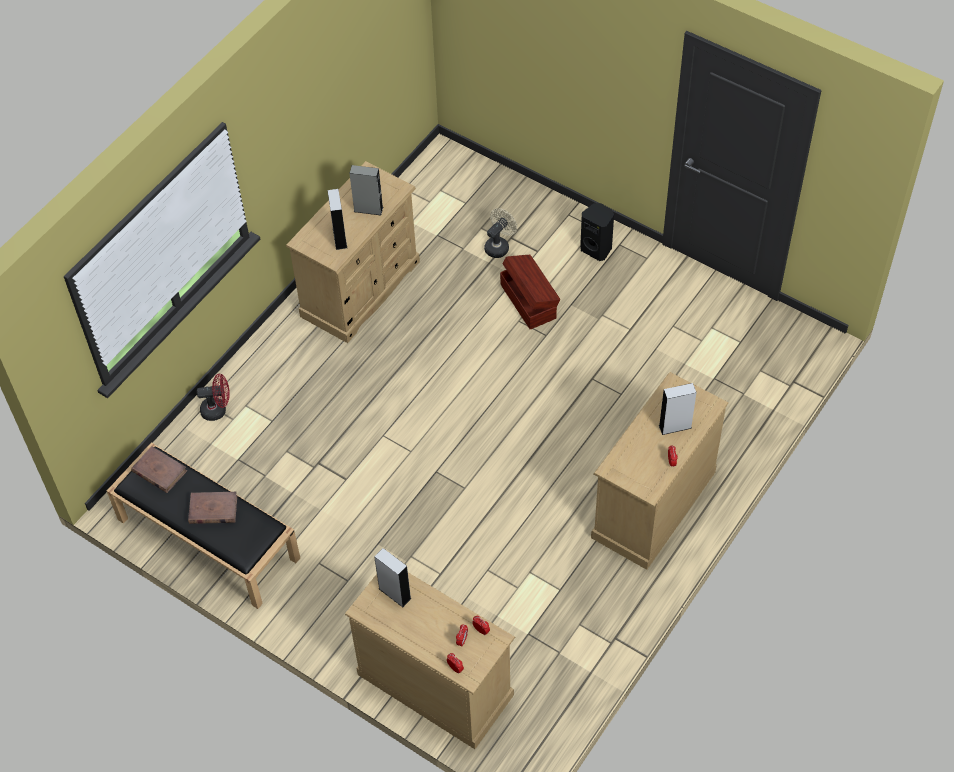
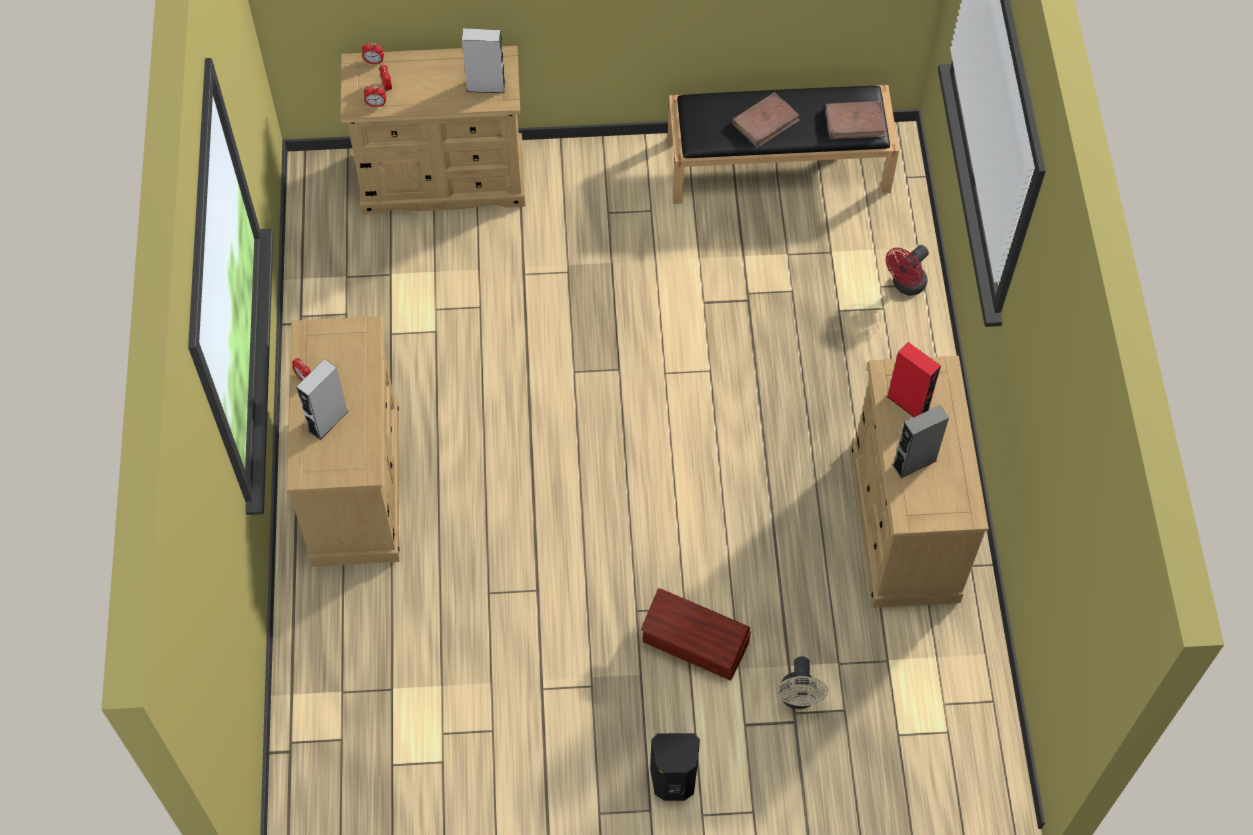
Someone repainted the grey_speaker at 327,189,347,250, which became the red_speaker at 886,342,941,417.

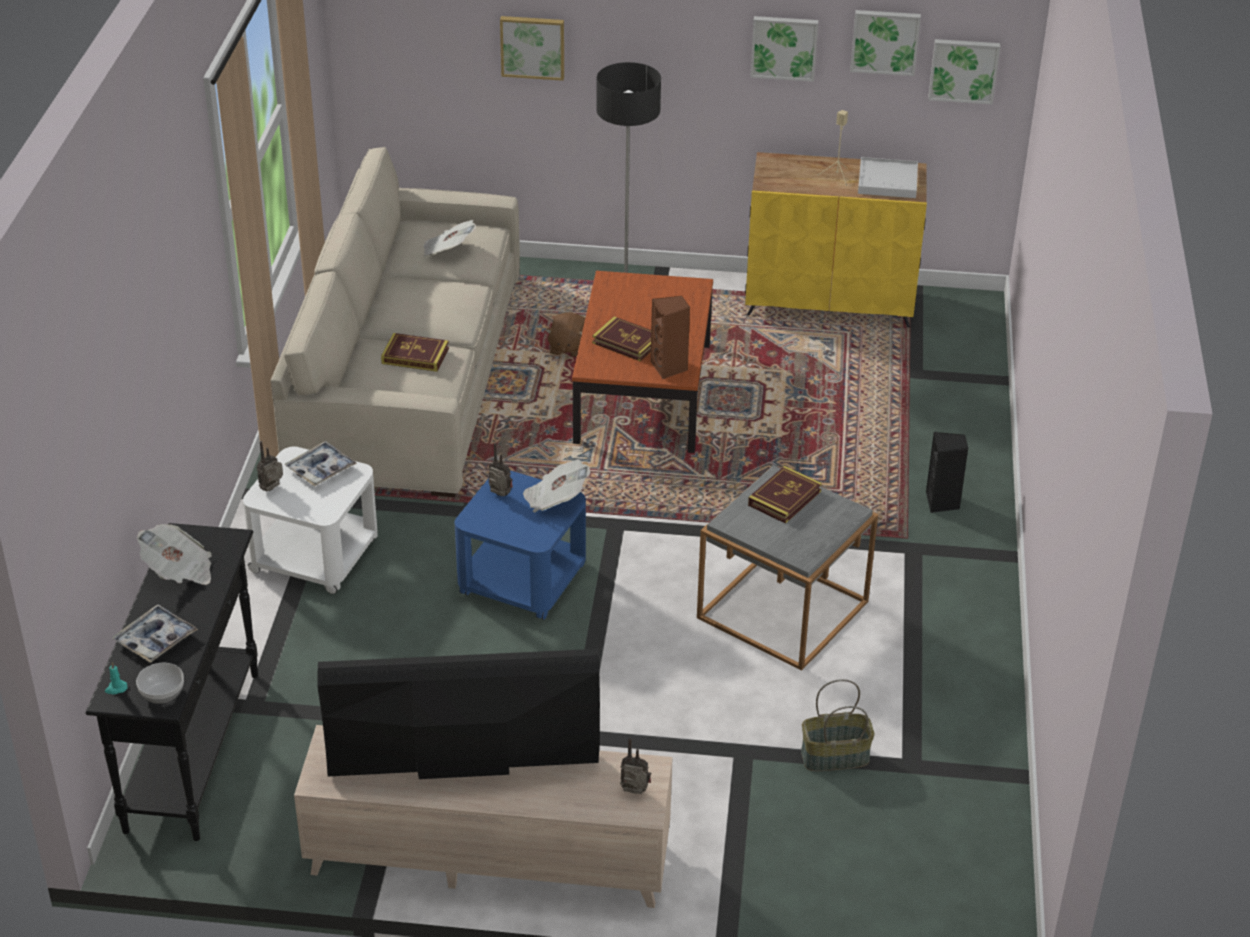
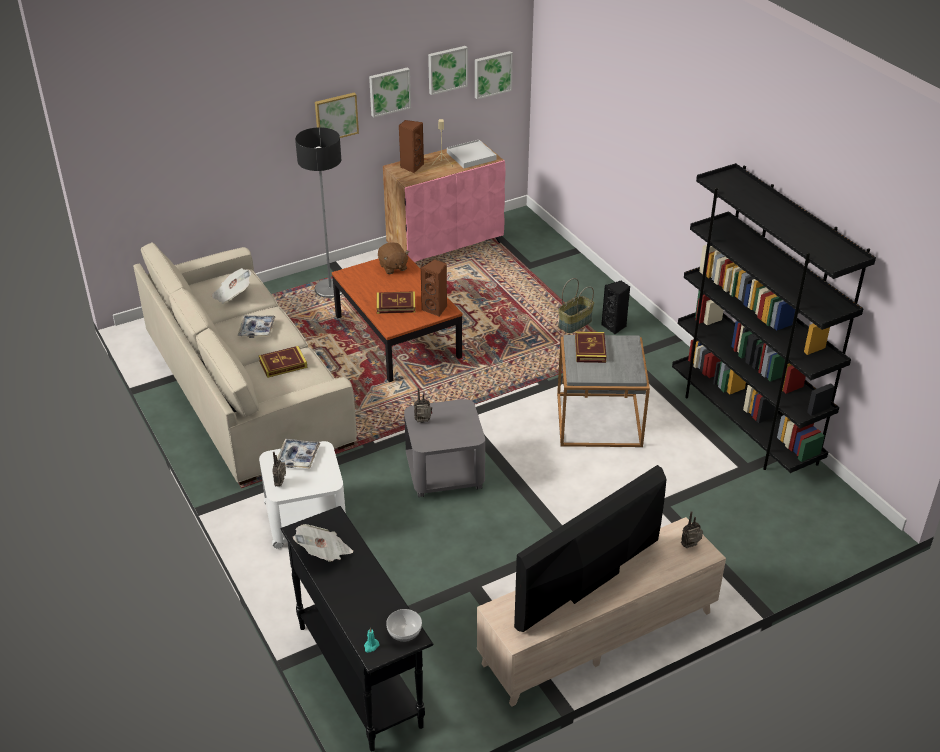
Someone carried the tray from 112,605,198,663 to 238,315,276,338. Someone repainted the blue_side_table at 454,471,586,620, which became the grey_side_table at 404,399,485,497. Someone carried the picture from 500,16,564,81 to 315,93,359,138. Someone took away the newspaper at 523,460,590,513. Someone carried the brown_plush_toy from 545,312,585,357 to 378,242,409,274. Someone repainted the yellow_cabinet at 745,152,927,327, which became the pink_cabinet at 383,140,505,262. Someone carried the basket from 801,679,875,771 to 558,278,594,333. Someone put down the brown_speaker at 399,120,424,173. Someone put down the black_bookcase at 672,163,876,473.

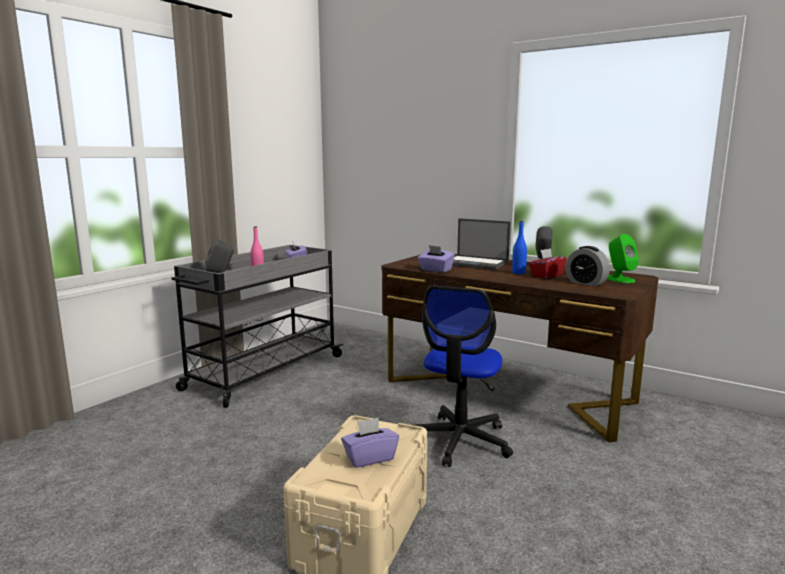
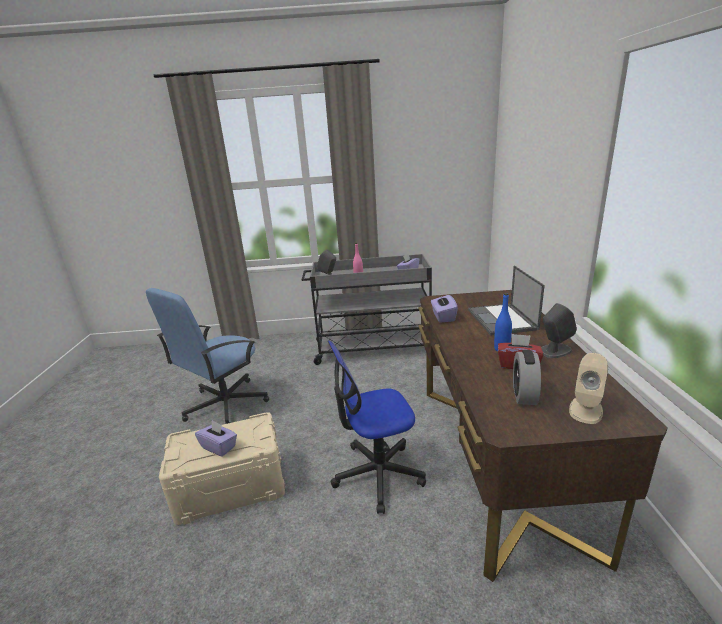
Someone repainted the green_speaker at 607,234,639,283, which became the beige_speaker at 569,353,608,424. Someone put down the blue_office_chair at 146,288,269,424.

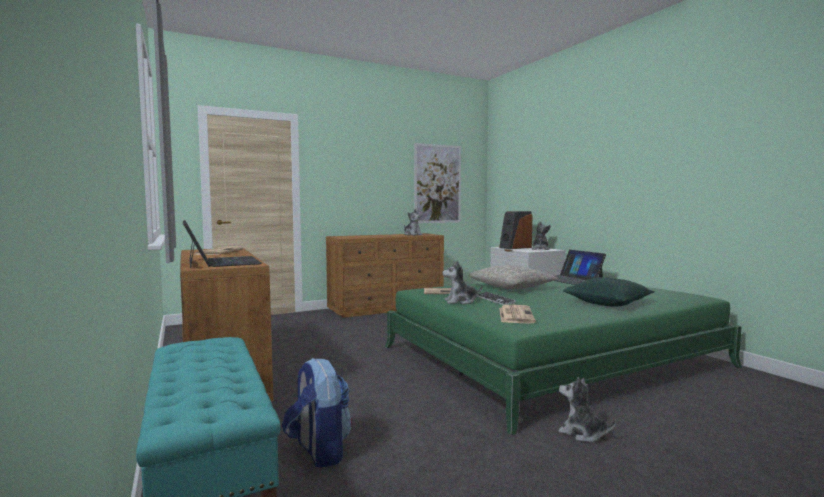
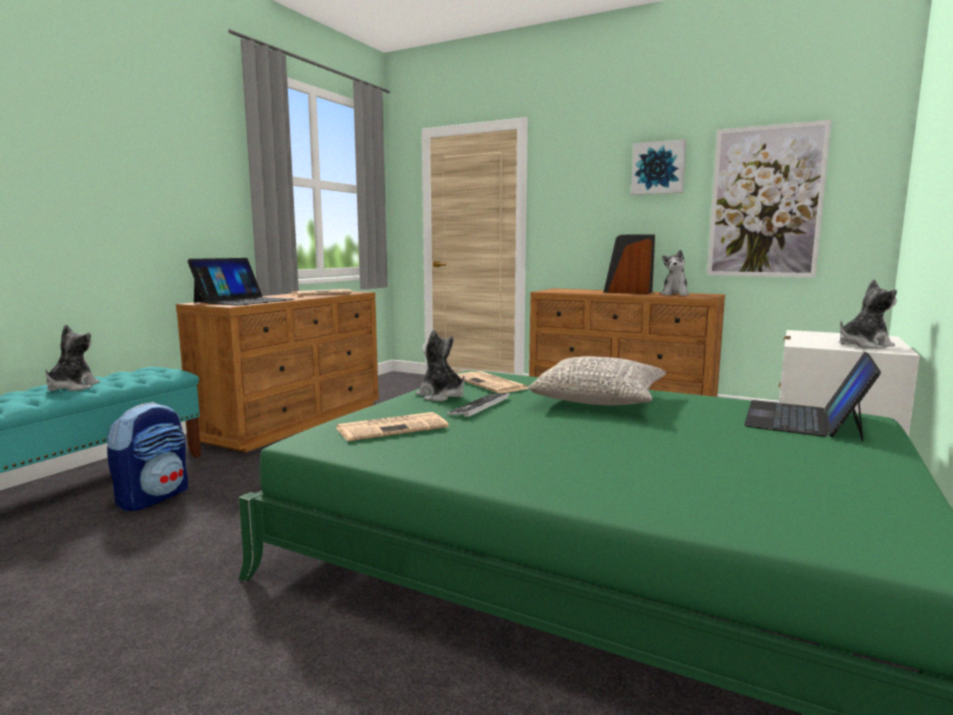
Someone carried the speaker from 499,211,532,249 to 603,234,655,294. Someone carried the plush_toy from 559,377,616,442 to 45,325,100,391. Someone took away the green_pillow at 563,277,655,306. Someone put up the picture at 631,139,686,195.

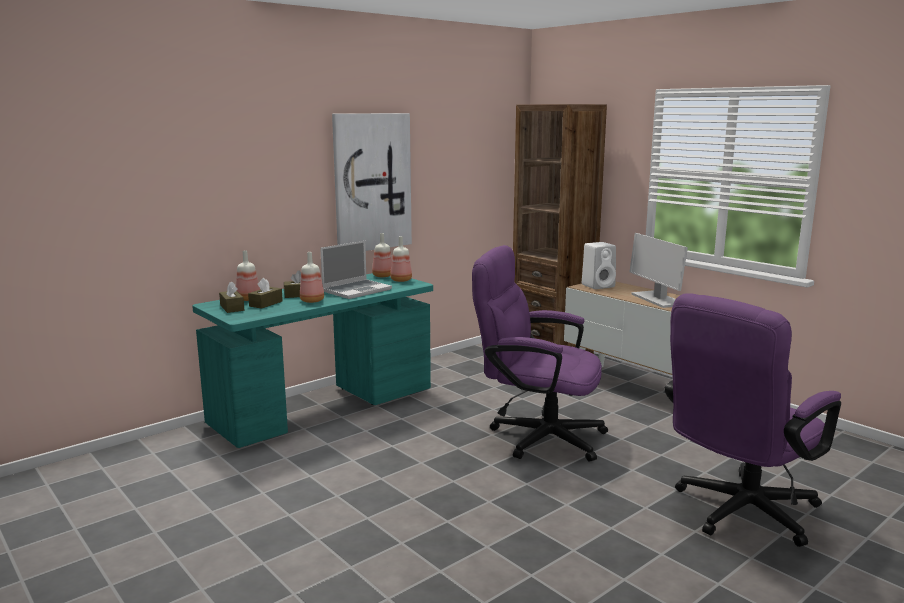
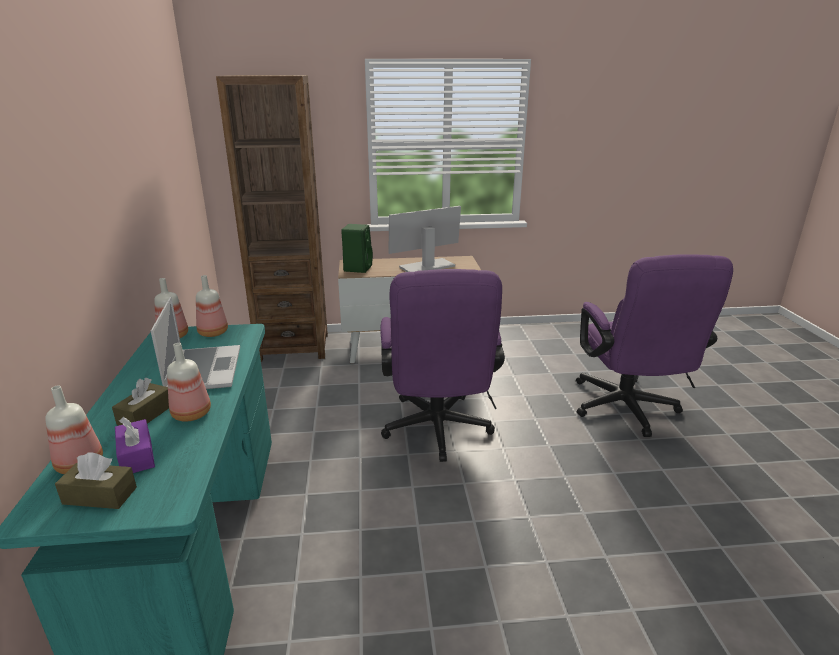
Someone repainted the brown_tissue_box at 248,278,283,309, which became the purple_tissue_box at 115,417,155,473. Someone took away the picture at 332,113,412,251. Someone rotated the purple_office_chair at 472,245,608,462 by 60 degrees counterclockwise. Someone repainted the white_speaker at 582,242,616,289, which became the green_speaker at 341,224,373,273. Someone rotated the monitor at 629,233,688,308 by 135 degrees clockwise.

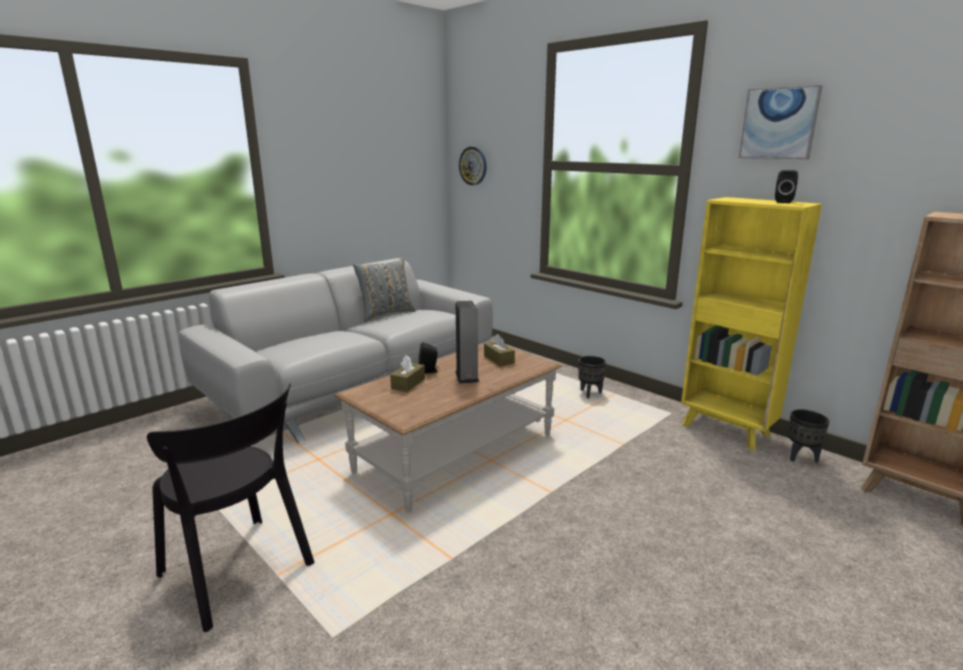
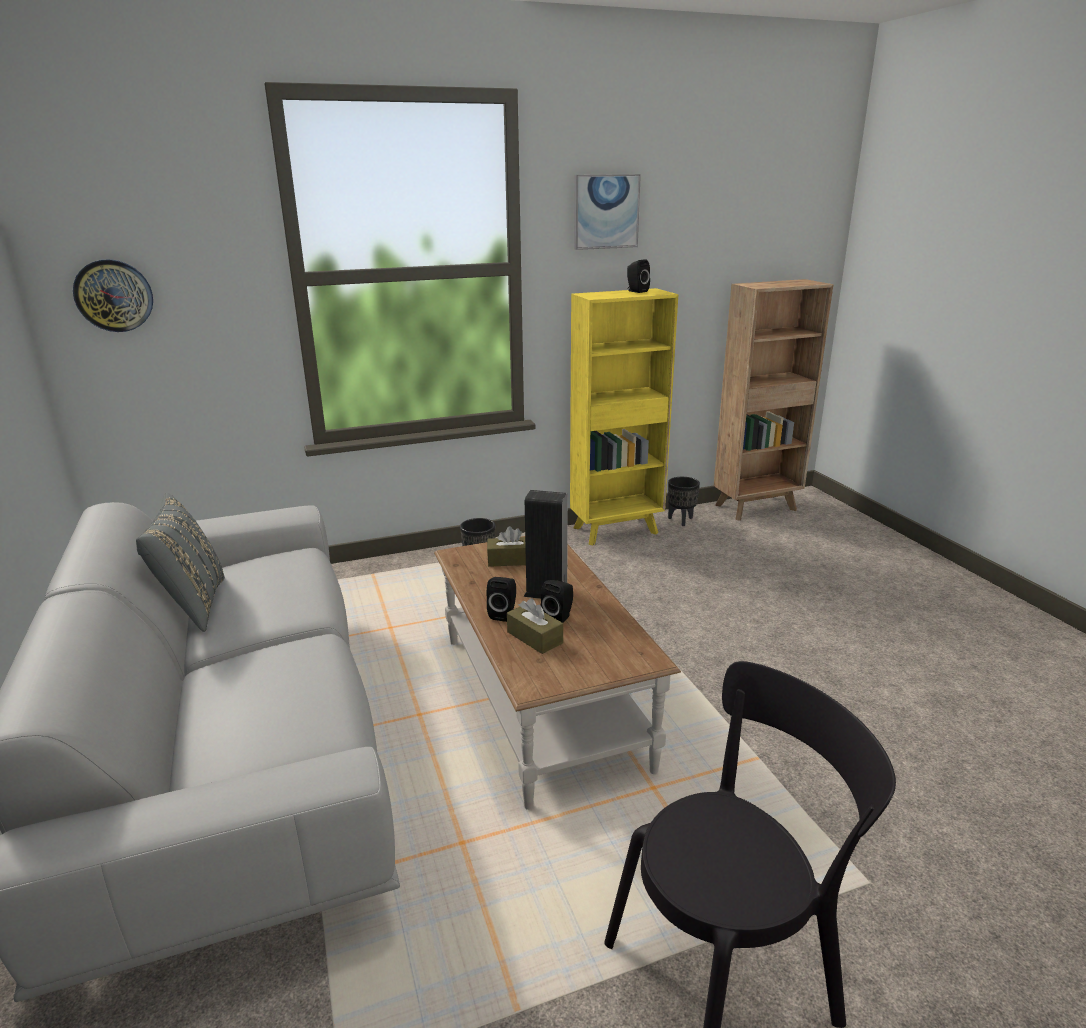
Someone put down the black_speaker at 541,580,573,623.

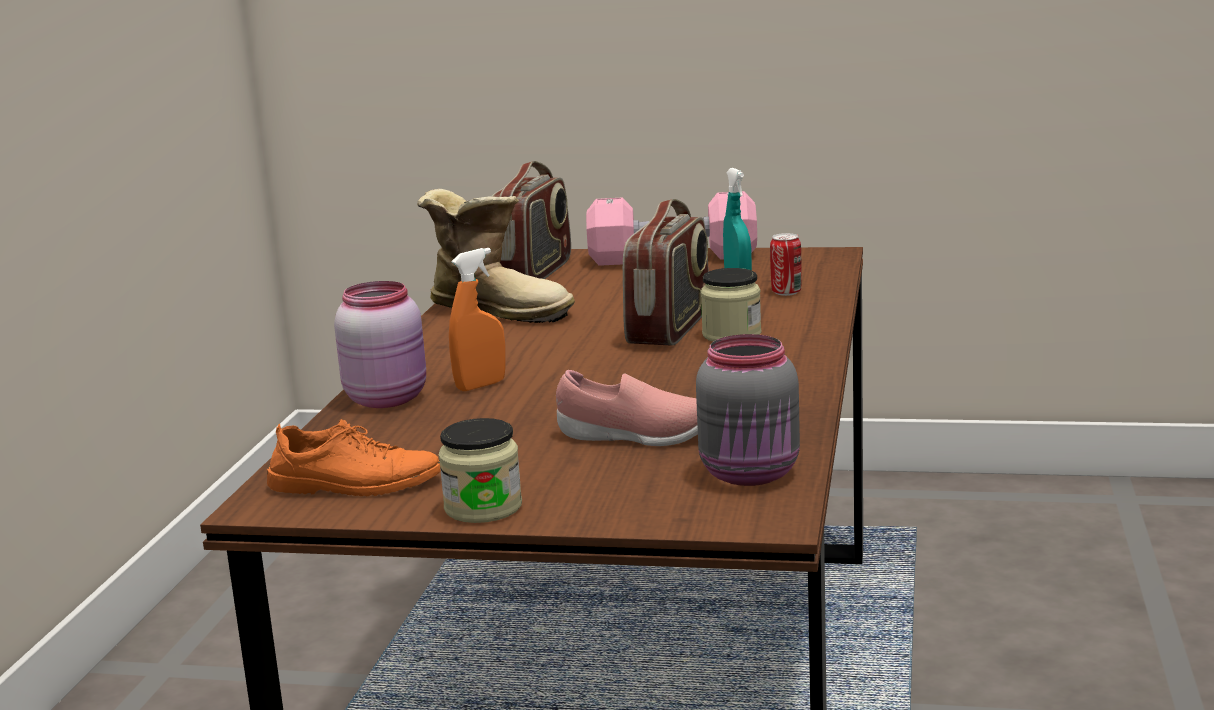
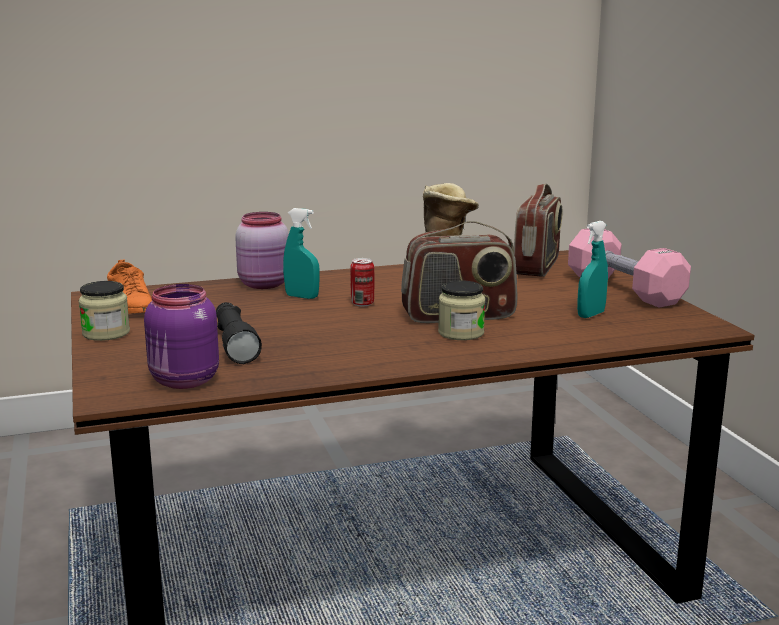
Someone repainted the orange_spray_bottle at 449,248,505,391, which became the turquoise_spray_bottle at 283,208,320,299. Someone rotated the radio at 491,161,571,279 by 60 degrees counterclockwise. Someone swapped the pink_shoe at 556,370,698,446 for the black_flashlight at 216,302,262,364. Someone repainted the grey_jar at 696,334,800,486, which became the purple_jar at 144,284,219,389. Someone carried the can from 770,233,802,296 to 350,258,374,306.

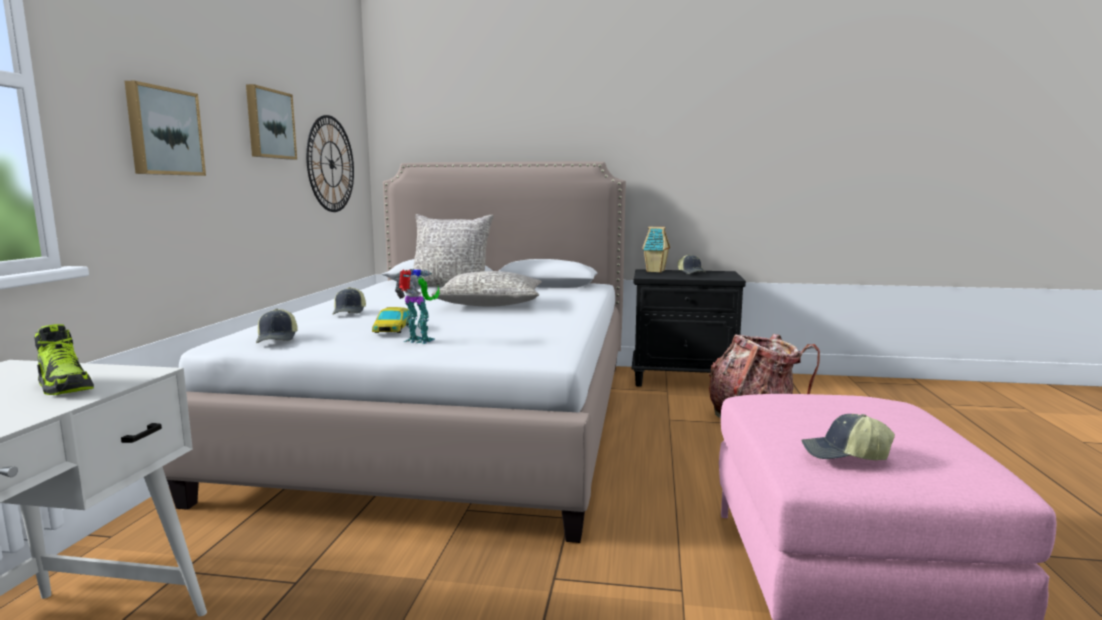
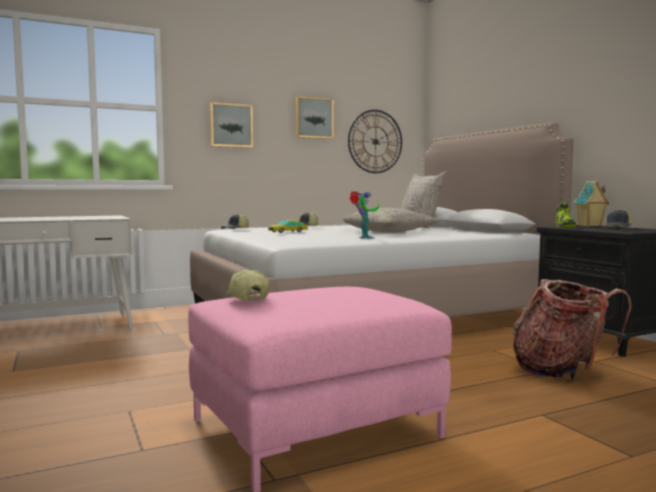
Someone carried the shoe from 34,324,94,395 to 555,203,576,227. Someone carried the toy_robot from 395,269,440,344 to 350,191,379,239.

